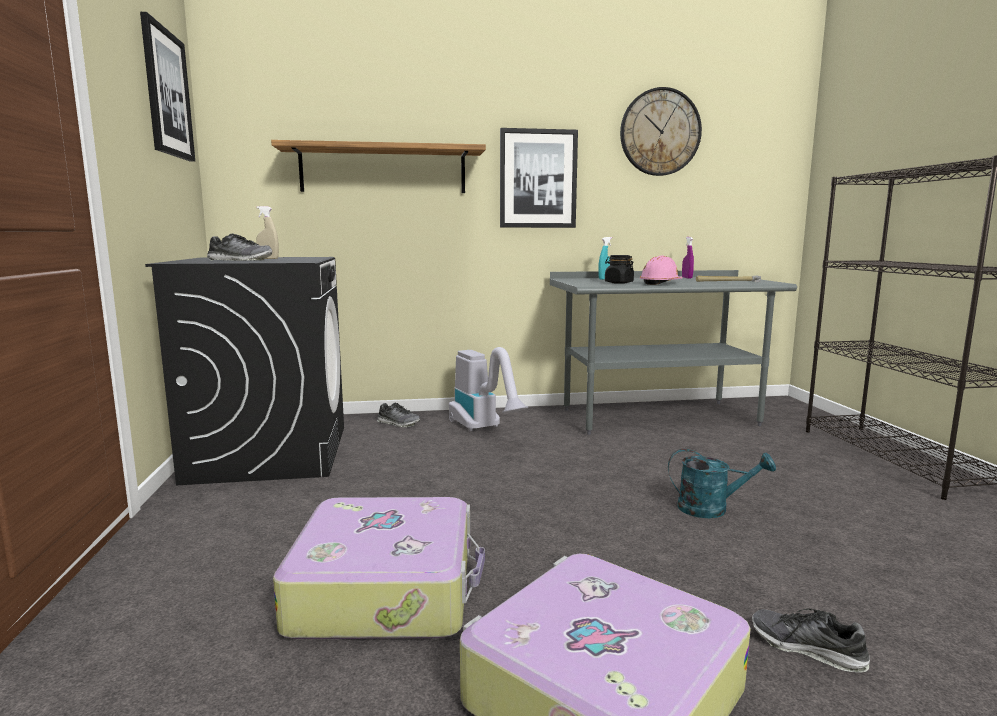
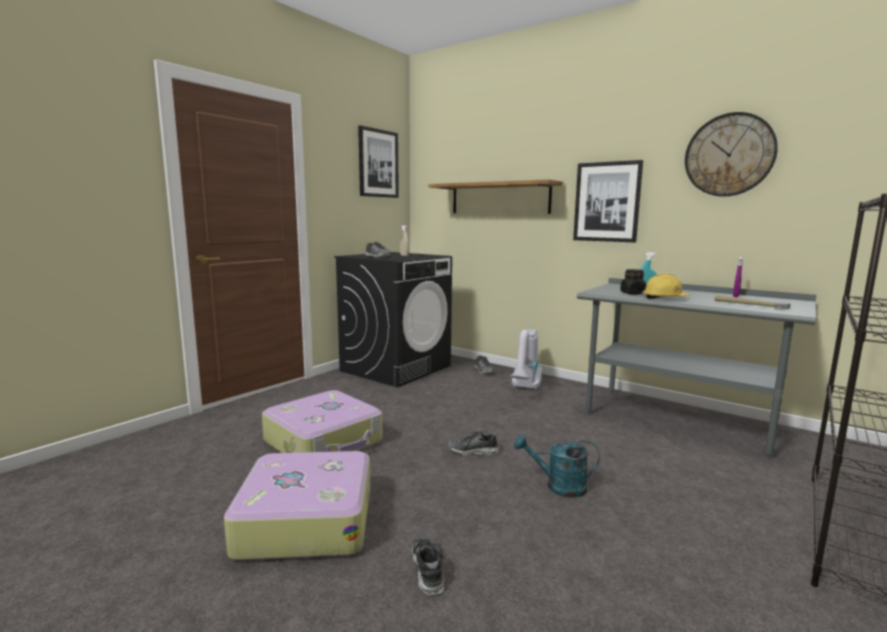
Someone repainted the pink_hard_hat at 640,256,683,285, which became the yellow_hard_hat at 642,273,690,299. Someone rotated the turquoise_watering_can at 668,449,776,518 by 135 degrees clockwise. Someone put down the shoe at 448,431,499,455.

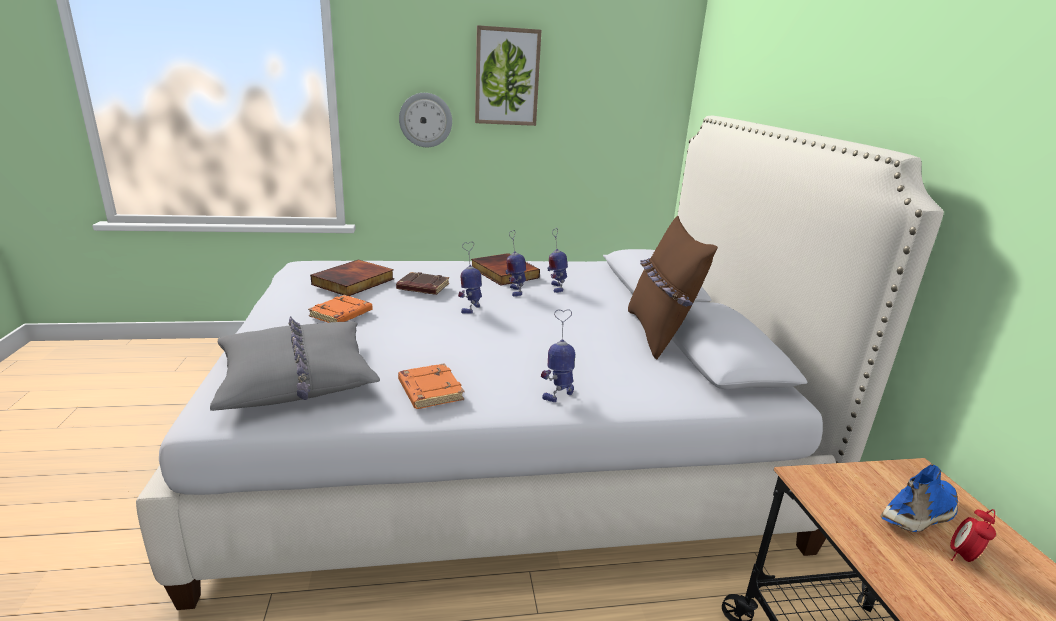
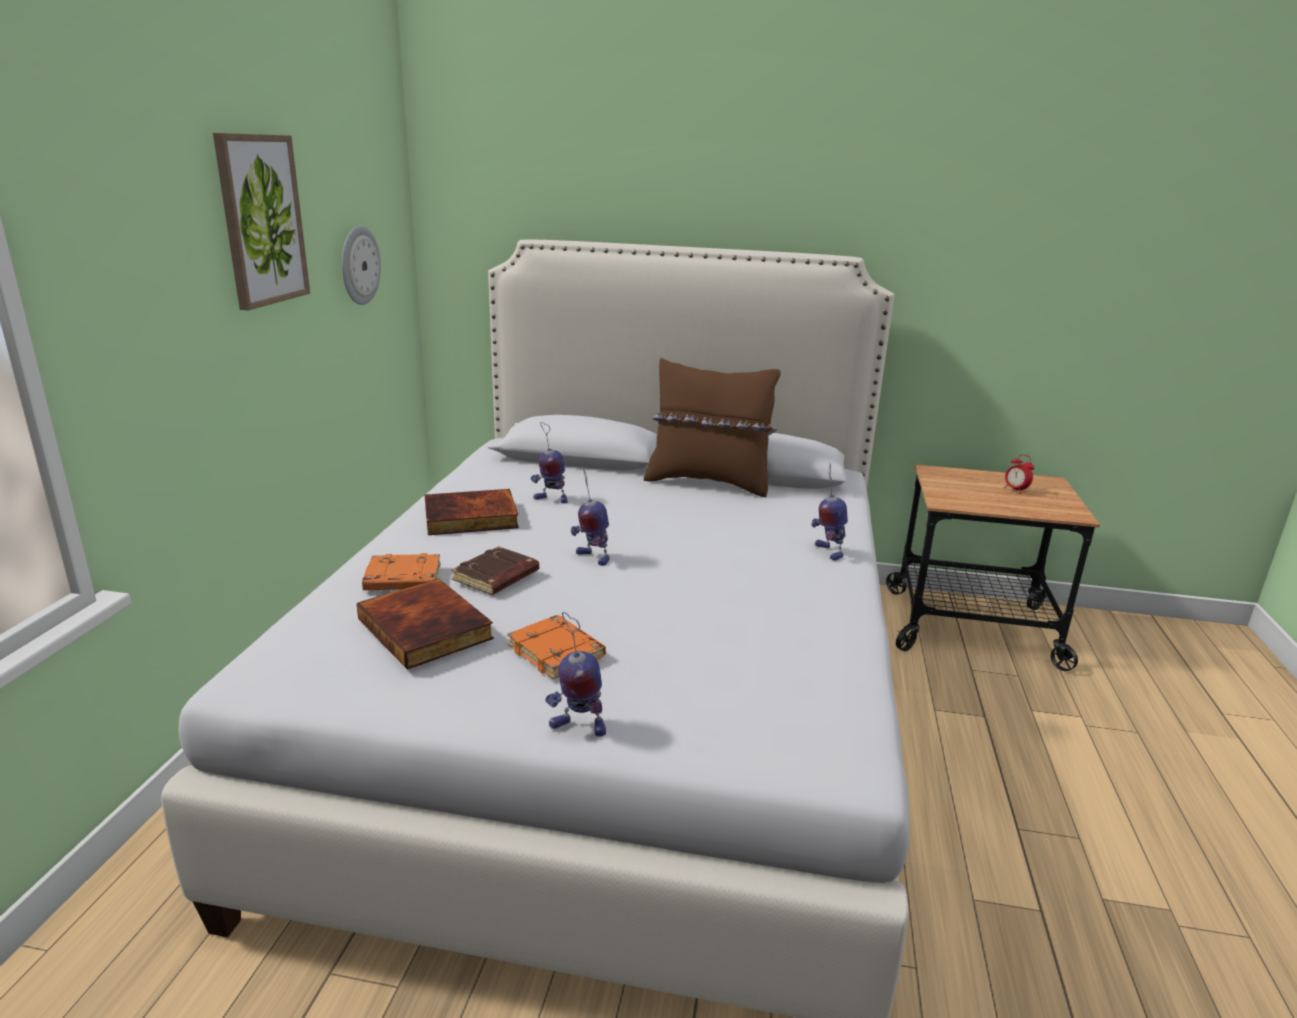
Someone took away the grey_pillow at 210,316,380,411. Someone carried the orange_book from 398,363,464,409 to 362,553,441,590. Someone carried the wall_clock from 399,93,452,147 to 342,226,381,305. Someone carried the toy_robot from 506,230,526,297 to 545,612,606,736. Someone took away the blue_shoe at 881,464,958,532.

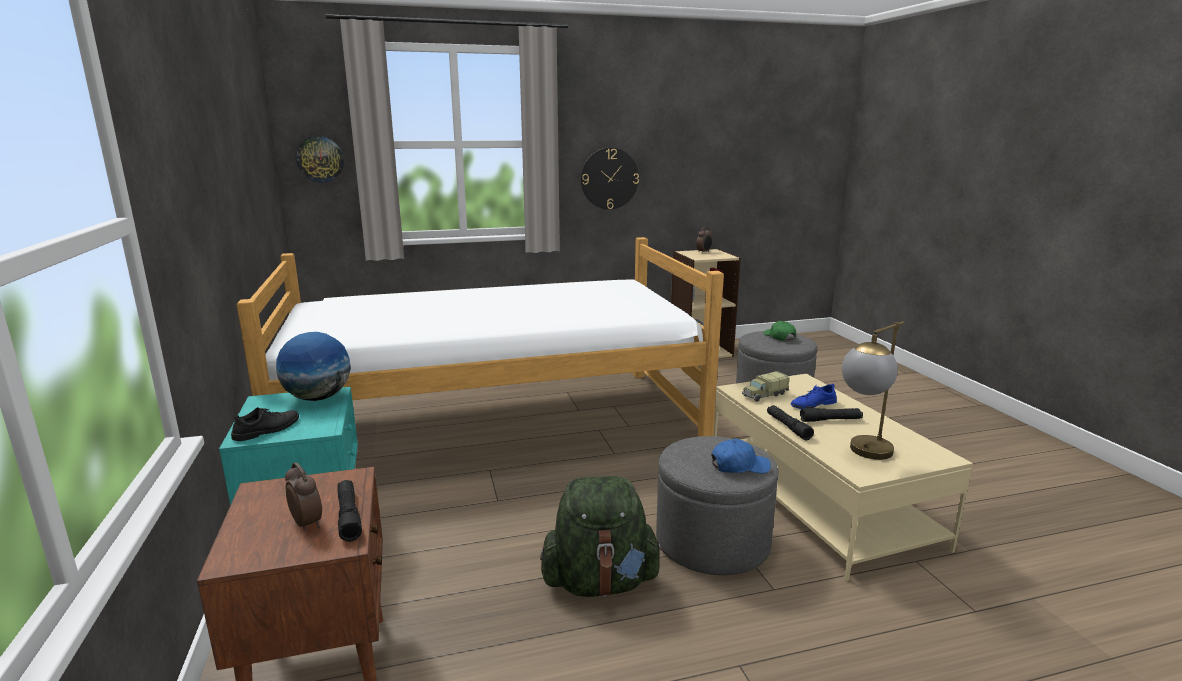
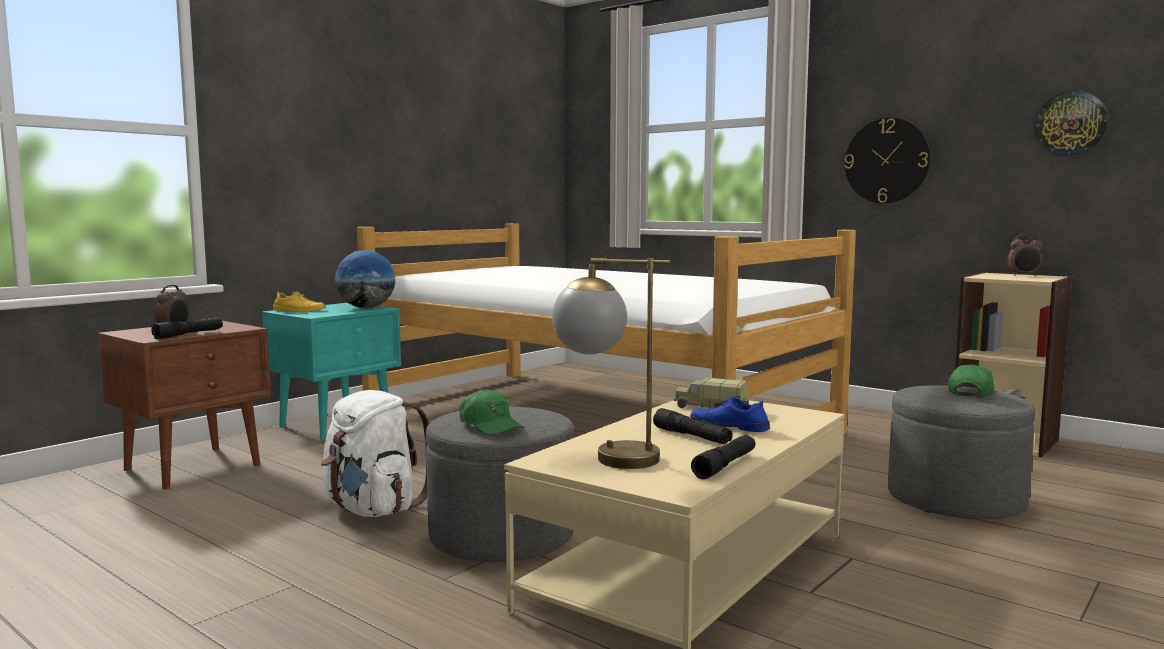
Someone repainted the black_shoe at 231,407,299,441, which became the yellow_shoe at 273,291,326,312. Someone carried the wall_clock from 296,136,344,183 to 1034,91,1108,156. Someone repainted the green_backpack at 540,476,663,597, which became the white_backpack at 321,390,429,517. Someone repainted the blue_cap at 711,439,771,474, which became the green_cap at 459,389,524,435. Someone carried the black_flashlight from 767,405,814,440 to 691,435,756,479.

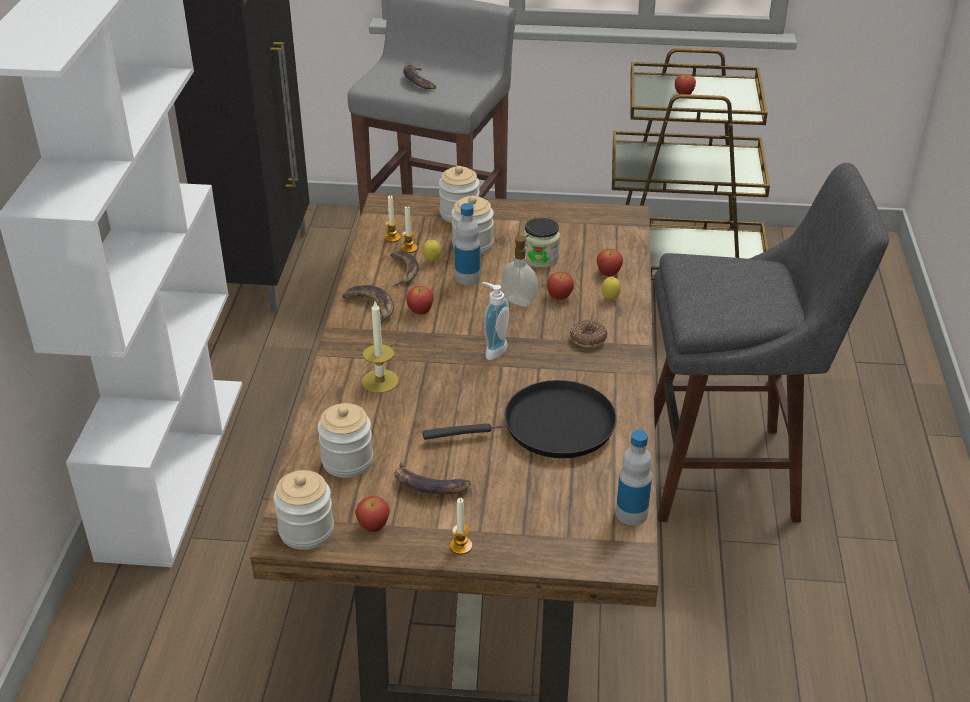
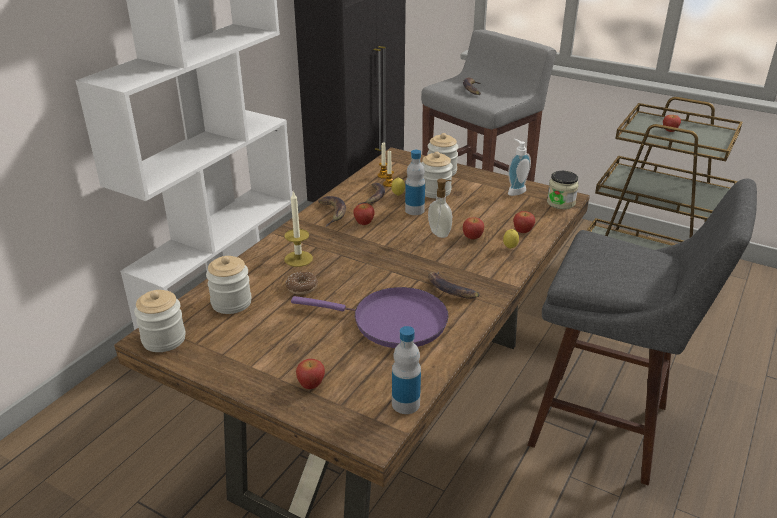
Someone carried the apple from 355,496,390,532 to 296,359,325,389. Someone carried the banana from 394,462,470,494 to 428,271,480,299. Someone repainted the black_frying_pan at 423,380,617,458, which became the purple_frying_pan at 291,287,449,348. Someone took away the candle at 450,498,472,555. Someone carried the soap_dispenser from 482,282,509,360 to 508,139,531,196. Someone carried the jar from 523,218,560,268 to 547,171,579,209. Someone carried the donut from 570,320,608,348 to 286,272,318,295.

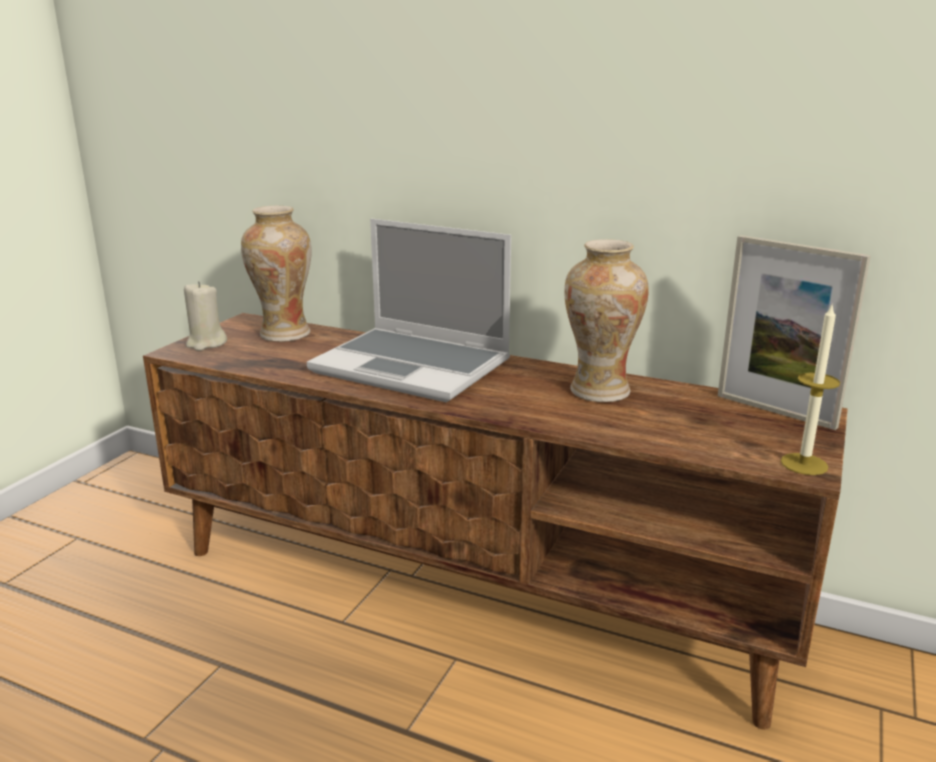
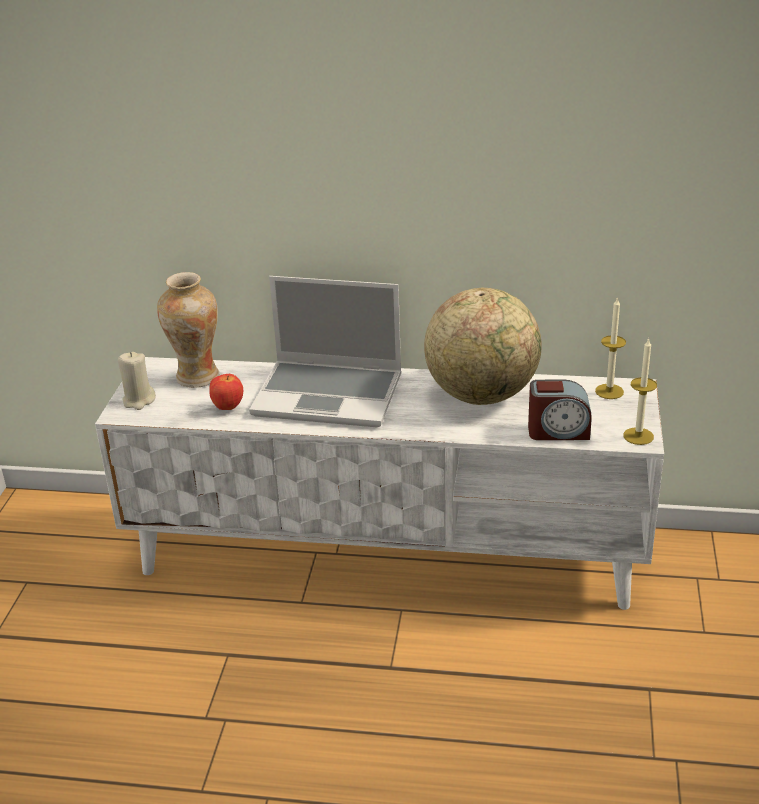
Someone repainted the brown_tv_stand at 143,313,848,730, which became the white_tv_stand at 95,357,664,610. Someone swapped the vase at 564,239,649,402 for the globe at 424,288,542,405. Someone swapped the picture_frame at 718,235,871,430 for the candle at 595,297,626,399. Someone put down the apple at 209,374,244,410. Someone put down the alarm_clock at 528,379,592,440.

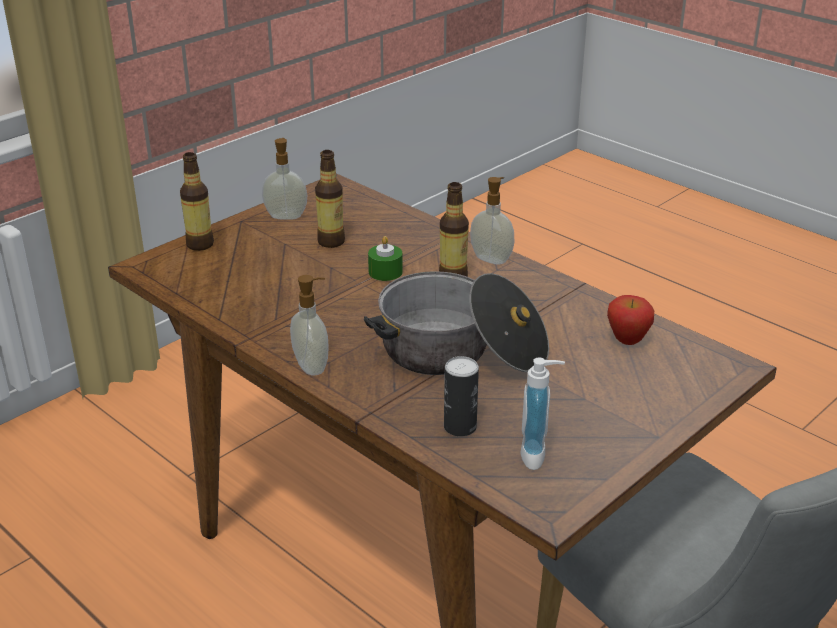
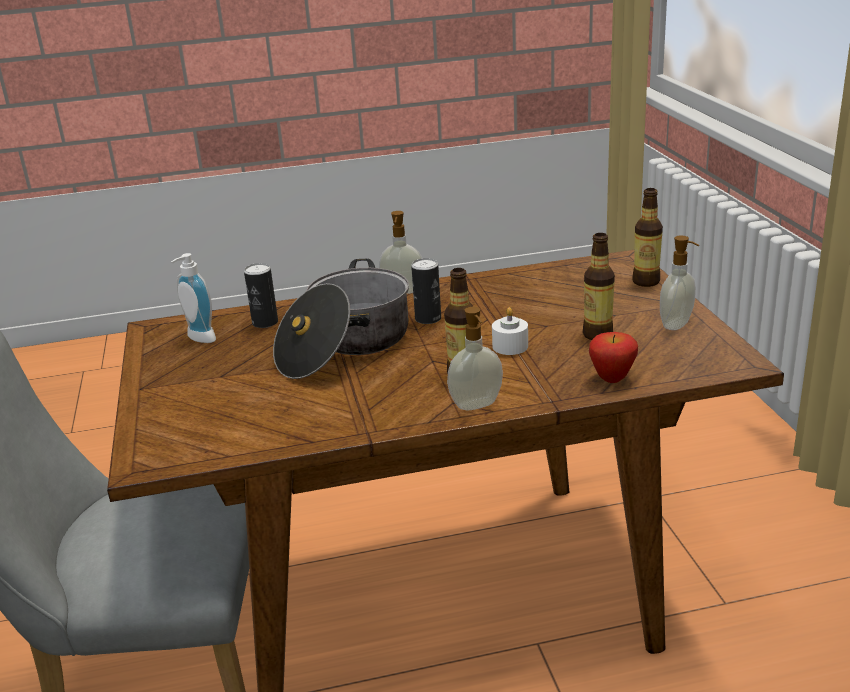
Someone repainted the green_candle at 368,236,403,281, which became the white_candle at 492,307,528,355. Someone carried the apple from 607,295,654,345 to 589,332,638,383. Someone put down the can at 411,258,441,324.

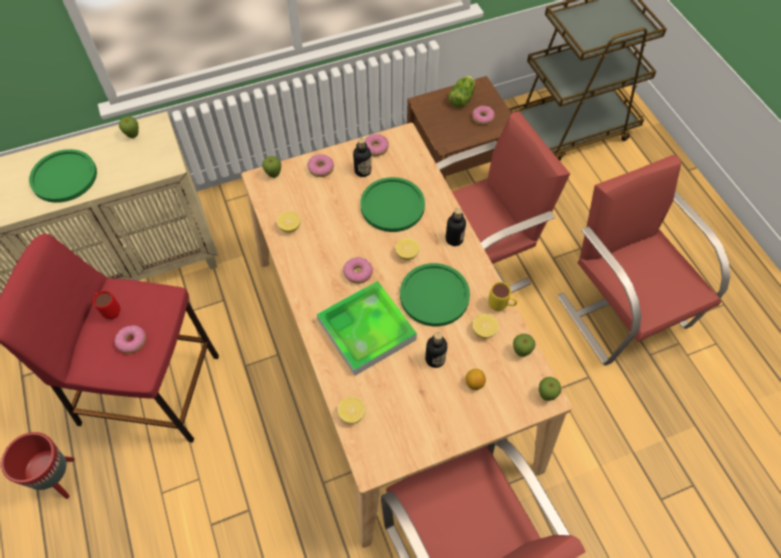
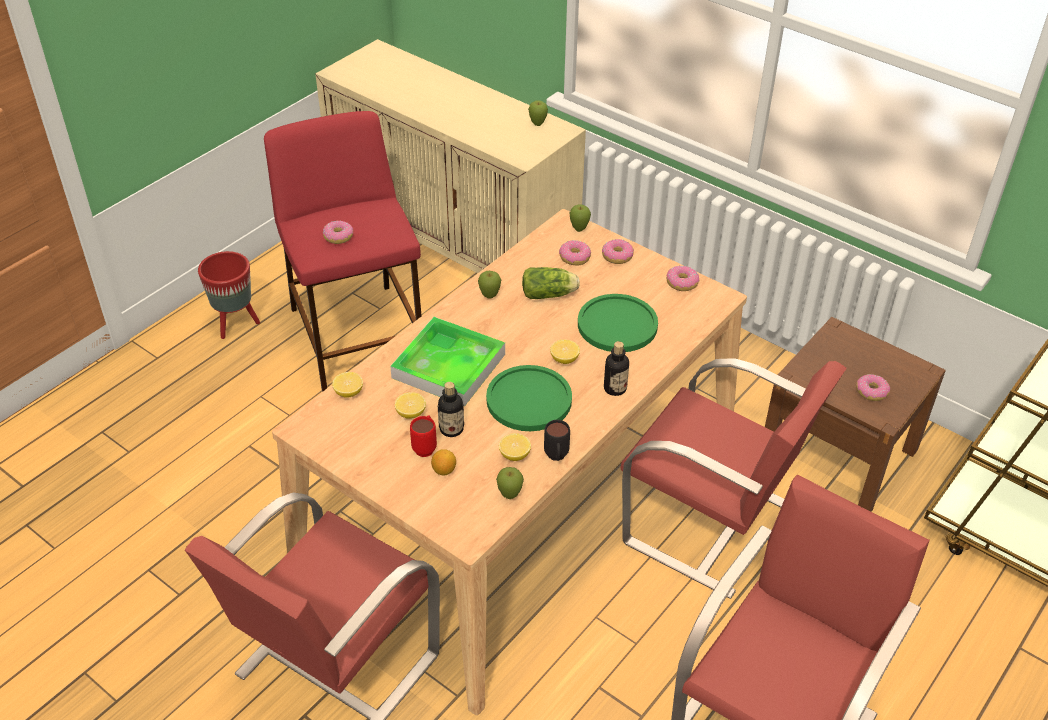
Someone took away the green_plate at 29,149,97,203. Someone carried the red_mug from 93,291,120,319 to 410,415,437,457. Someone carried the lemon from 277,211,301,232 to 395,392,426,419. Someone carried the donut from 343,257,373,284 to 559,240,591,266. Someone took away the bottle at 353,138,371,177. Someone carried the lettuce from 448,76,475,108 to 522,267,580,299. Someone repainted the yellow_mug at 488,282,517,311, which became the black_mug at 544,420,570,461. Someone carried the apple from 539,377,561,401 to 478,271,501,299.

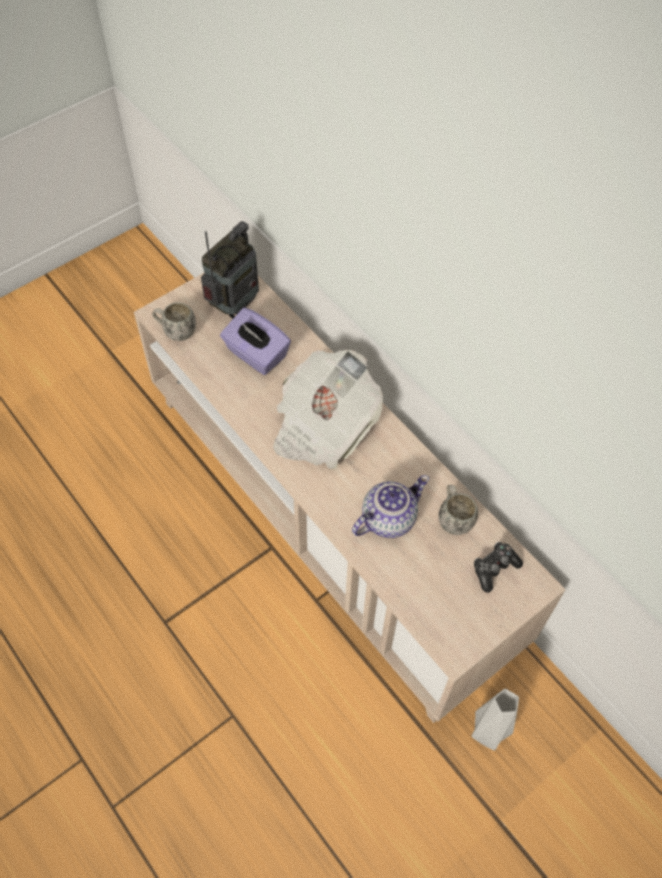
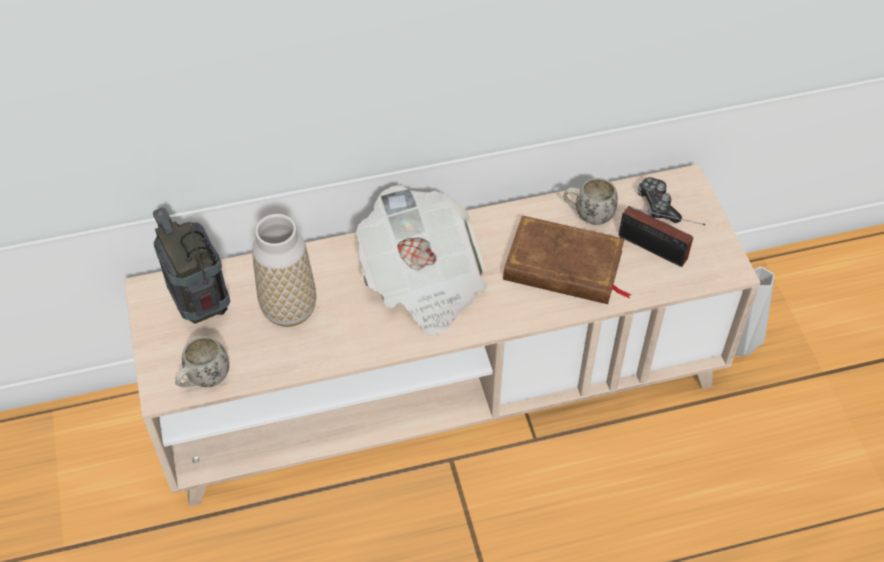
Someone swapped the purple_tissue_box at 220,308,291,375 for the vase at 252,214,316,327. Someone swapped the teapot at 352,475,429,538 for the brown_book at 503,216,632,304. Someone put down the radio at 619,206,705,267.

